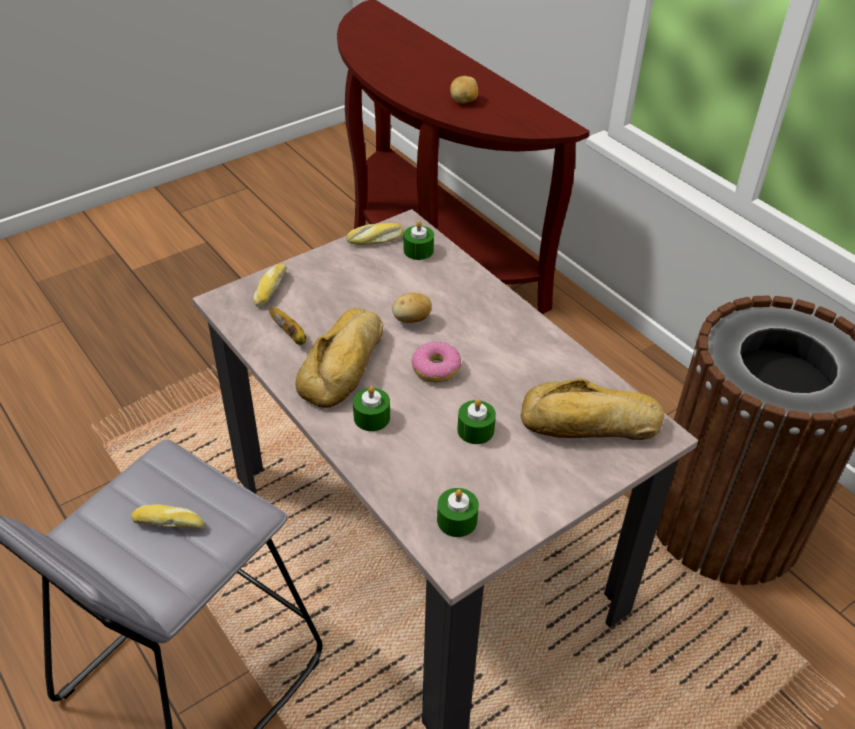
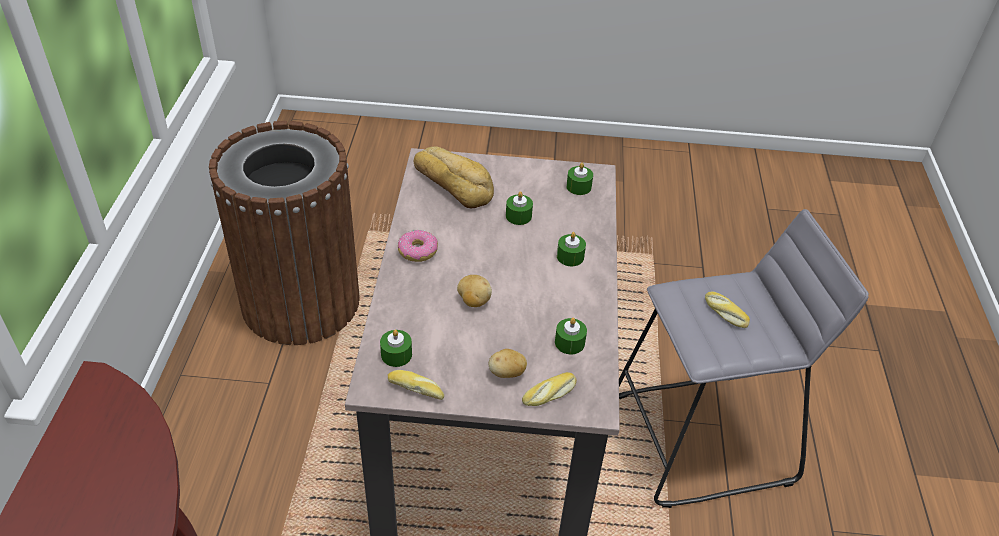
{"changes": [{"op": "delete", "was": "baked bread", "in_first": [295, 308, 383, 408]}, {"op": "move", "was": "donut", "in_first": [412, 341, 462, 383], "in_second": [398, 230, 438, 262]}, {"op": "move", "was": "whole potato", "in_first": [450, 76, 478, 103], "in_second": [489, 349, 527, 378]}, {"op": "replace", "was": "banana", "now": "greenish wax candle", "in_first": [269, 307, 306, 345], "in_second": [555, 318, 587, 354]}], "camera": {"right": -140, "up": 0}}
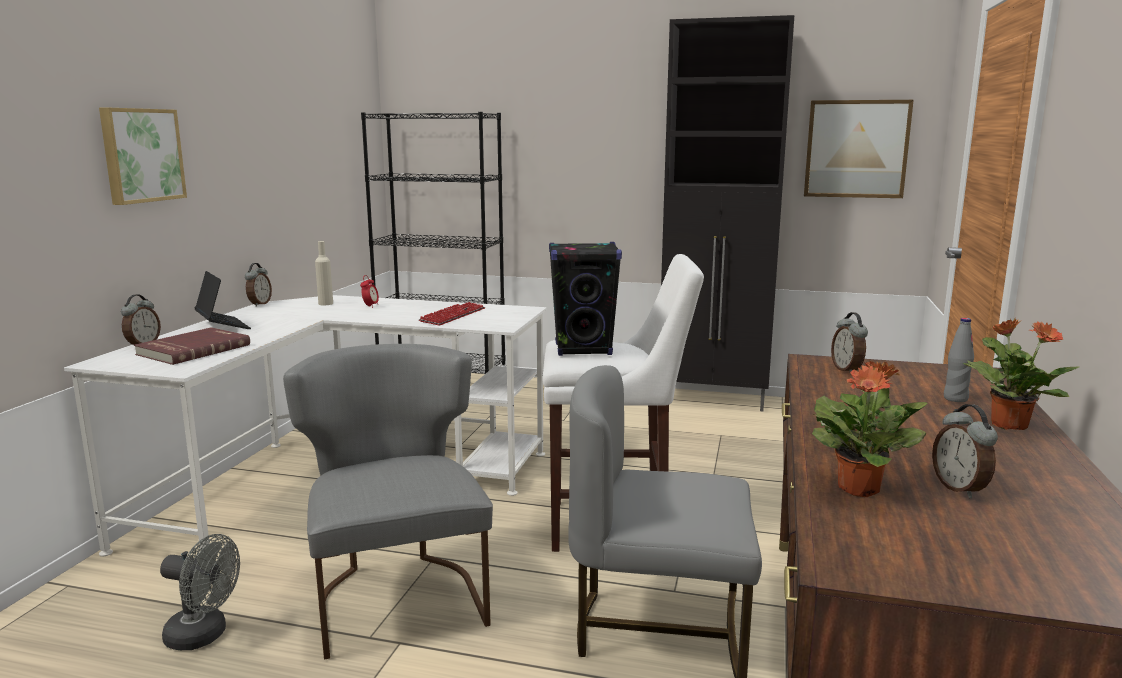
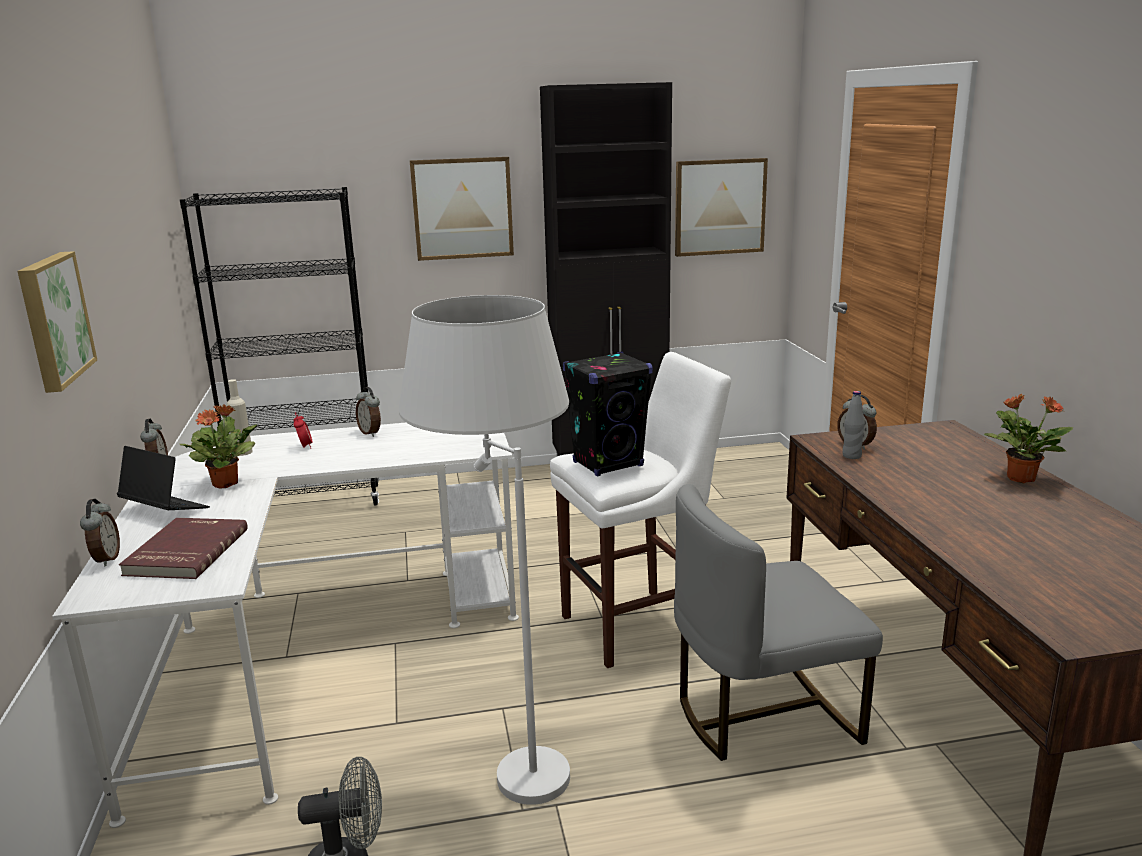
{"changes": [{"op": "delete", "was": "keyboard", "in_first": [419, 302, 485, 326]}, {"op": "insert", "now": "wall art", "in_second": [410, 157, 514, 261]}, {"op": "move", "was": "houseplant", "in_first": [812, 361, 928, 497], "in_second": [180, 404, 257, 489]}, {"op": "move", "was": "alarm clock", "in_first": [932, 404, 998, 498], "in_second": [356, 387, 381, 437]}, {"op": "move", "was": "greyish beverage bottle", "in_first": [944, 318, 974, 402], "in_second": [842, 391, 865, 459]}, {"op": "replace", "was": "greyish upright chair", "now": "white standing lamp", "in_first": [283, 344, 493, 659], "in_second": [399, 295, 570, 805]}], "camera": {"right": -25, "up": 5}}
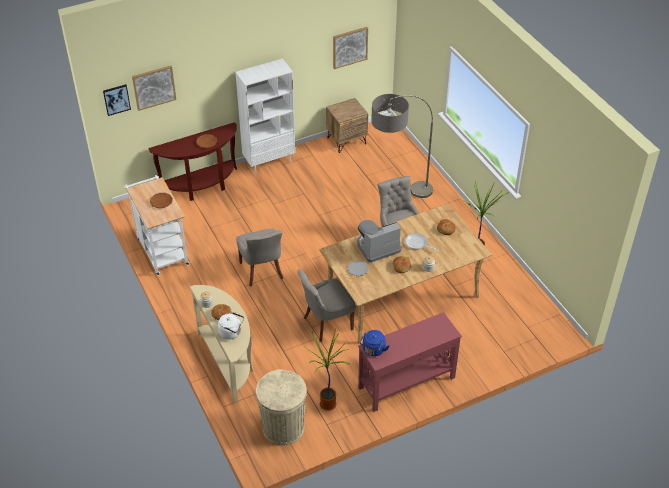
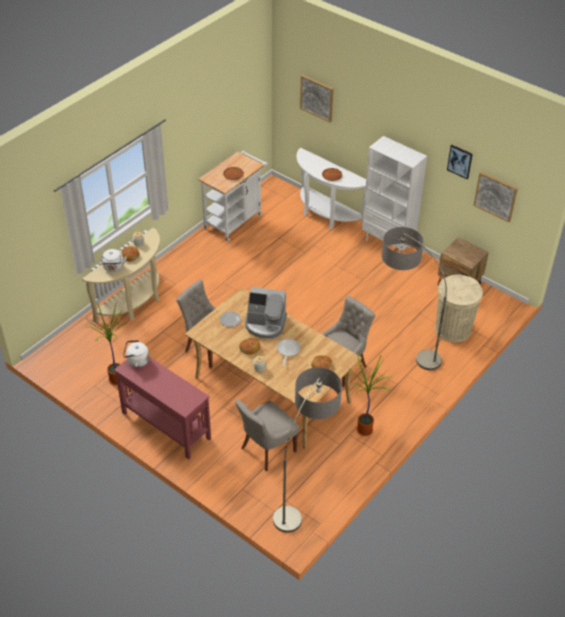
{"changes": [{"op": "insert", "now": "standing lamp", "in_second": [273, 367, 342, 533]}, {"op": "move", "was": "wall art", "in_first": [103, 84, 131, 116], "in_second": [447, 145, 473, 179]}, {"op": "move", "was": "greyish upright chair", "in_first": [236, 229, 283, 286], "in_second": [235, 400, 299, 471]}, {"op": "move", "was": "beige-coloured waste bin", "in_first": [256, 369, 307, 445], "in_second": [435, 274, 483, 342]}, {"op": "recolor", "was": "brown console table", "now": "white console table", "in_first": [148, 122, 237, 201], "in_second": [296, 148, 366, 229]}, {"op": "recolor", "was": "blue-coloured water kettle", "now": "white water kettle", "in_first": [360, 330, 389, 356], "in_second": [123, 340, 149, 367]}, {"op": "rotate", "was": "coffee brewer", "in_first": [357, 220, 402, 263], "in_second": [245, 287, 287, 339], "clockwise": 150}], "camera": {"right": 65, "up": 0}}
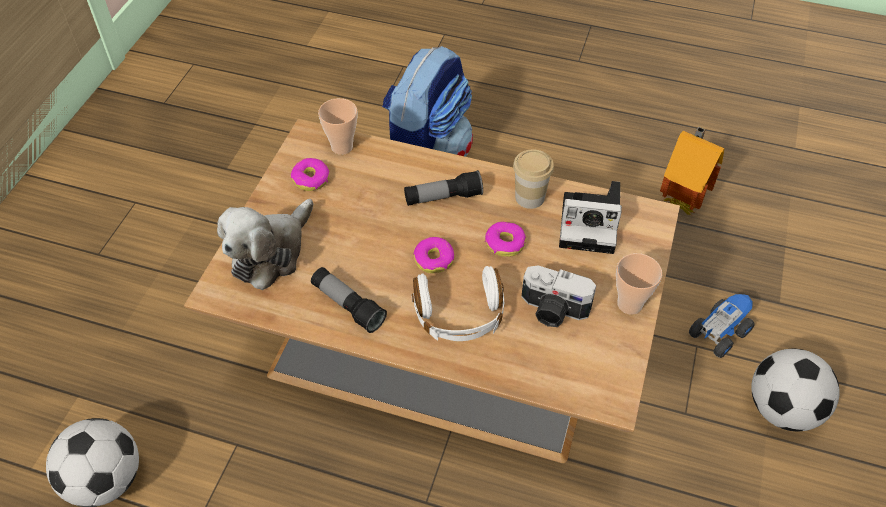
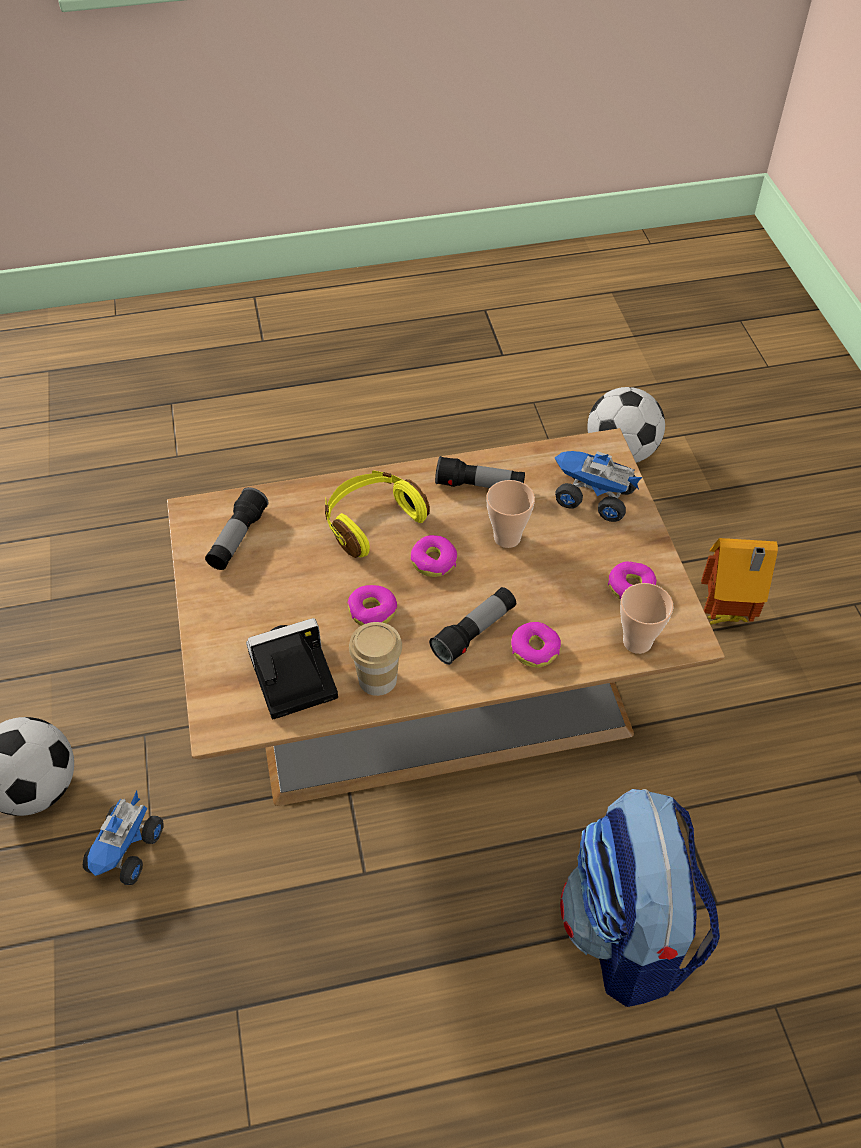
{"changes": [{"op": "delete", "was": "still camera", "in_first": [521, 265, 597, 327]}, {"op": "insert", "now": "hand torch", "in_second": [205, 487, 268, 570]}, {"op": "insert", "now": "donut", "in_second": [511, 622, 561, 668]}, {"op": "move", "was": "cup", "in_first": [616, 253, 662, 315], "in_second": [486, 480, 535, 548]}, {"op": "move", "was": "toy house", "in_first": [660, 127, 725, 216], "in_second": [701, 538, 778, 624]}, {"op": "replace", "was": "cuddly toy", "now": "toy truck", "in_first": [217, 199, 314, 290], "in_second": [555, 451, 642, 522]}, {"op": "recolor", "was": "white pair of headphones", "now": "yellowish pair of headphones", "in_first": [412, 266, 504, 341], "in_second": [325, 470, 430, 558]}], "camera": {"right": 150, "up": 0}}
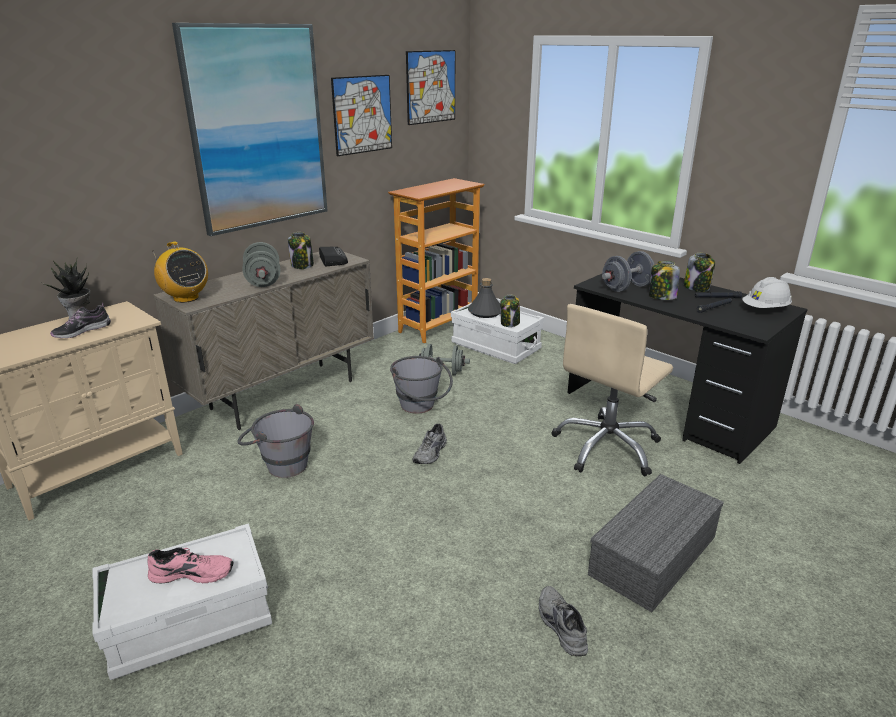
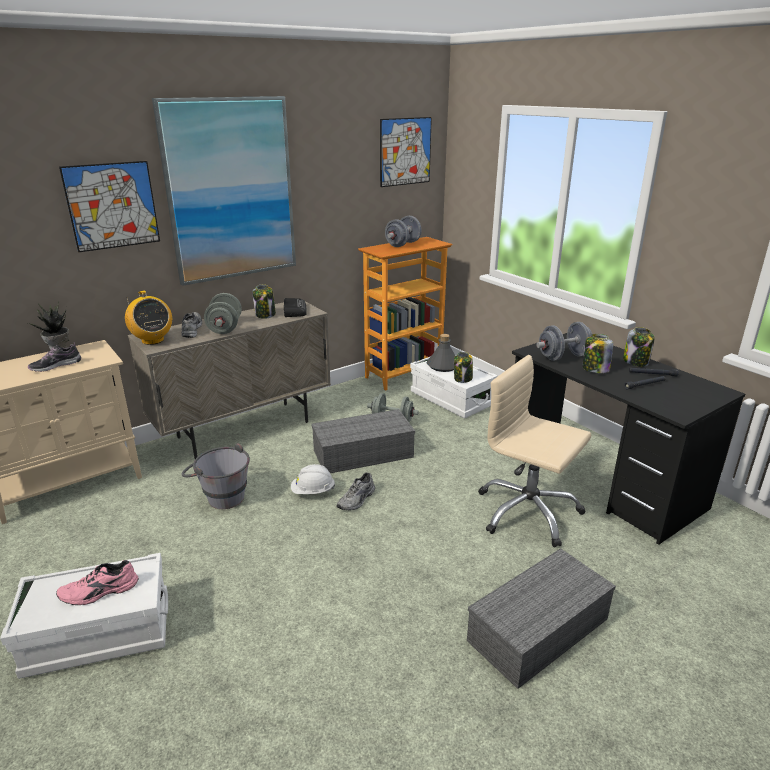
{"changes": [{"op": "insert", "now": "greyish dumbbell", "in_second": [385, 216, 422, 247]}, {"op": "move", "was": "wall art", "in_first": [331, 75, 392, 156], "in_second": [59, 161, 160, 252]}, {"op": "move", "was": "greyish low shoe", "in_first": [539, 586, 588, 657], "in_second": [181, 312, 202, 338]}, {"op": "move", "was": "white work helmet", "in_first": [742, 277, 792, 308], "in_second": [291, 464, 335, 494]}, {"op": "replace", "was": "greyish water bucket", "now": "greyish storage bin", "in_first": [390, 356, 453, 414], "in_second": [311, 409, 415, 473]}, {"op": "rotate", "was": "pink low shoe", "in_first": [148, 548, 233, 584], "in_second": [56, 560, 139, 605], "clockwise": 150}, {"op": "rotate", "was": "beige-coloured office chair", "in_first": [551, 304, 673, 476], "in_second": [478, 355, 591, 547], "clockwise": 75}], "camera": {"right": 10, "up": 0}}
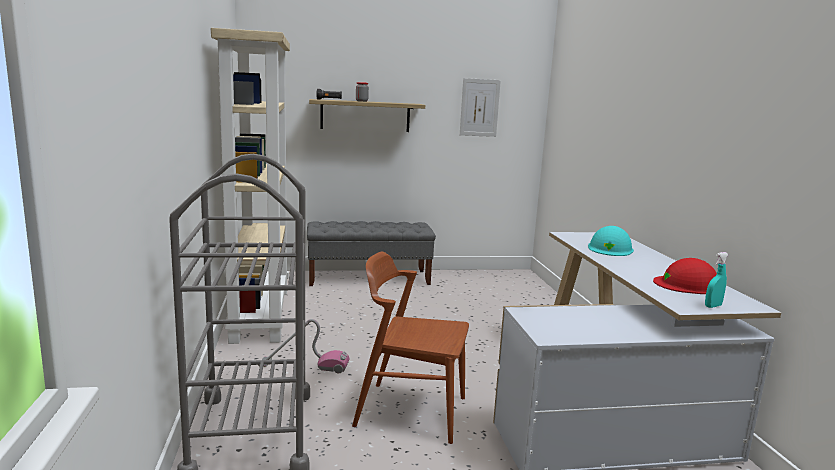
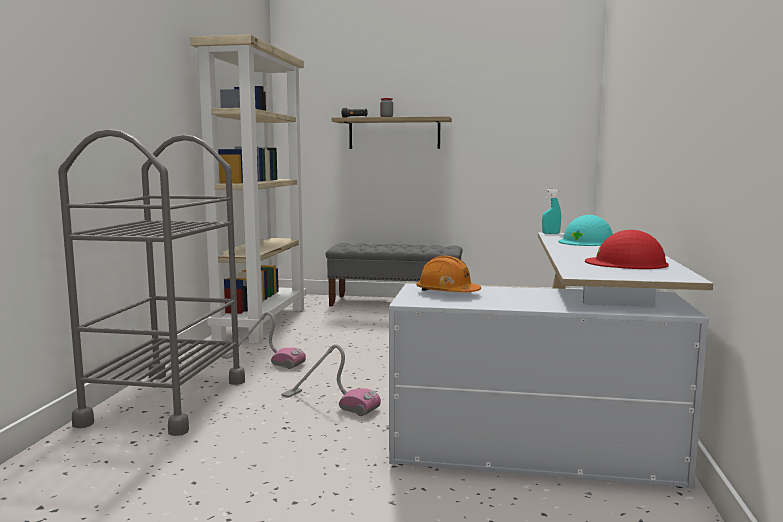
{"changes": [{"op": "delete", "was": "wall art", "in_first": [460, 78, 501, 137]}, {"op": "insert", "now": "orangey work helmet", "in_second": [416, 256, 481, 292]}, {"op": "move", "was": "turquoise hand sprayer", "in_first": [705, 252, 728, 308], "in_second": [542, 189, 561, 234]}, {"op": "replace", "was": "brown upright chair", "now": "hoover", "in_first": [352, 251, 469, 444], "in_second": [281, 344, 381, 416]}], "camera": {"right": 20, "up": -5}}
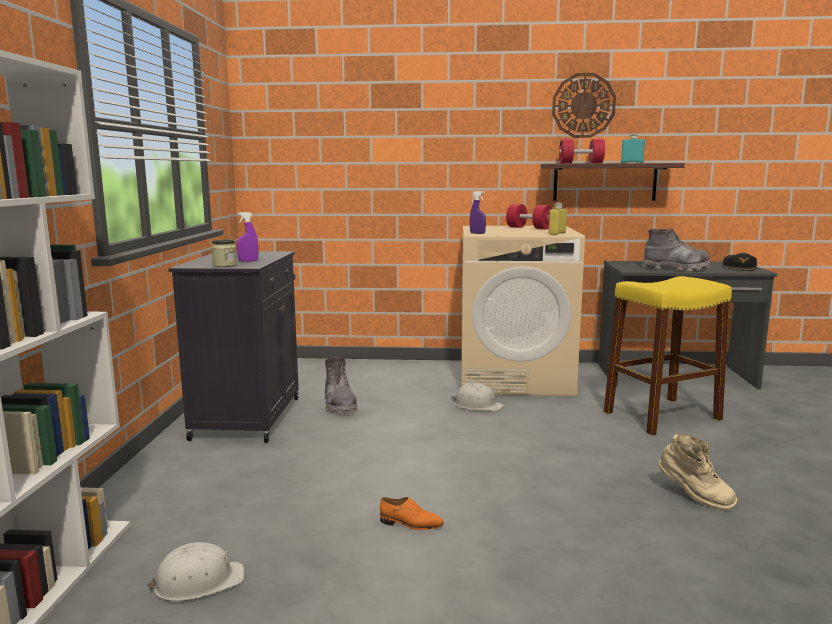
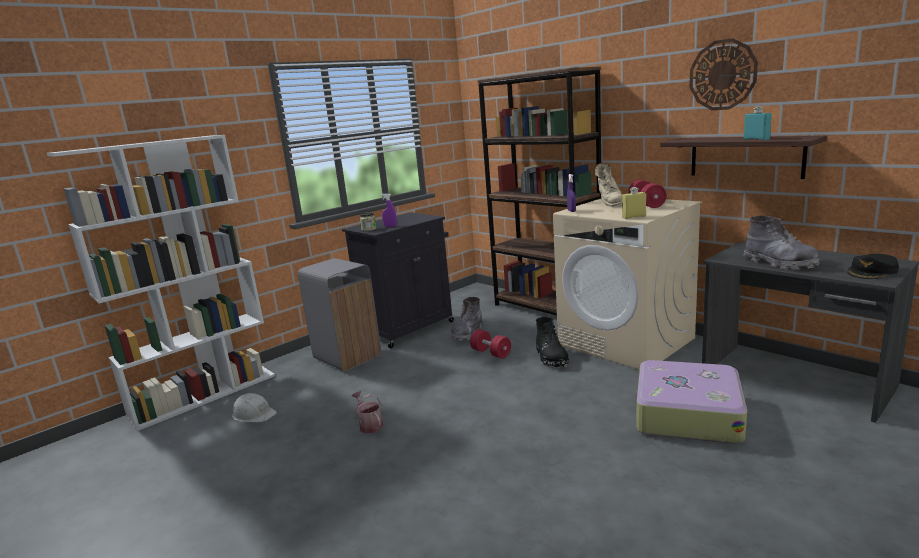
{"changes": [{"op": "insert", "now": "greyish waste bin", "in_second": [298, 258, 381, 371]}, {"op": "insert", "now": "brown bookcase", "in_second": [478, 66, 601, 316]}, {"op": "move", "was": "red-coloured dumbbell", "in_first": [559, 139, 605, 163], "in_second": [470, 329, 511, 359]}, {"op": "move", "was": "beige-coloured high-top boot", "in_first": [658, 434, 737, 511], "in_second": [594, 163, 622, 207]}, {"op": "replace", "was": "orangey low shoe", "now": "sprinkling can", "in_first": [380, 497, 444, 530], "in_second": [351, 391, 383, 433]}, {"op": "replace", "was": "white work helmet", "now": "blackish high-top boot", "in_first": [451, 383, 504, 411], "in_second": [536, 317, 569, 368]}, {"op": "replace", "was": "yellowish sitting stool", "now": "piece of luggage", "in_first": [604, 276, 732, 436], "in_second": [637, 360, 747, 444]}], "camera": {"right": 45, "up": 5}}
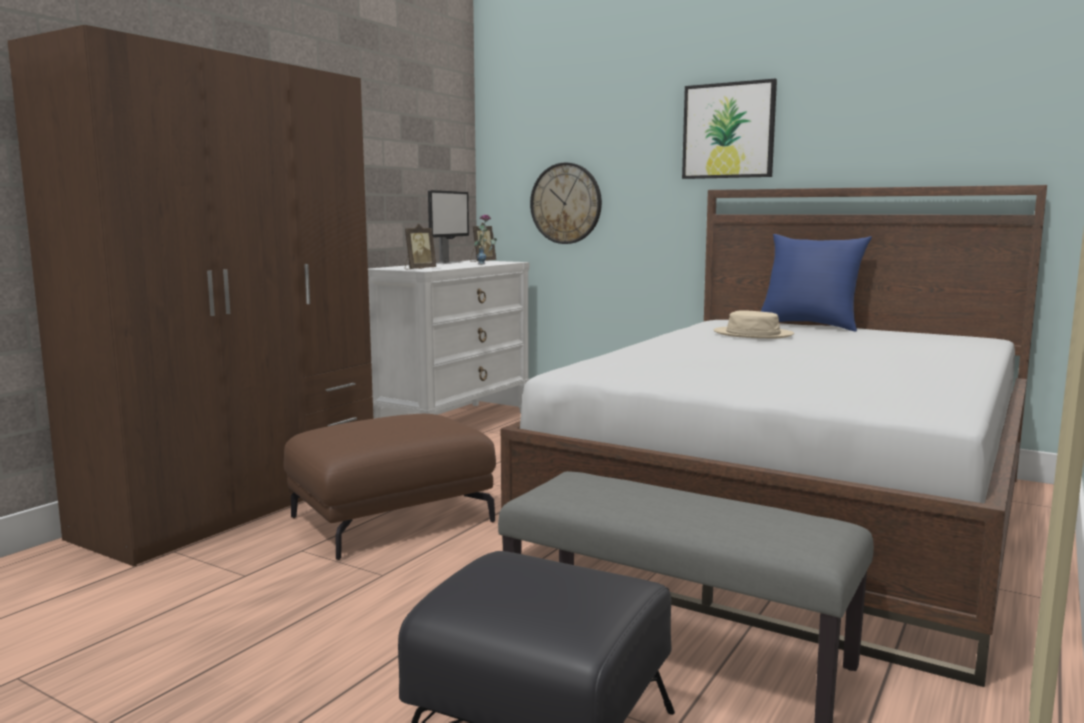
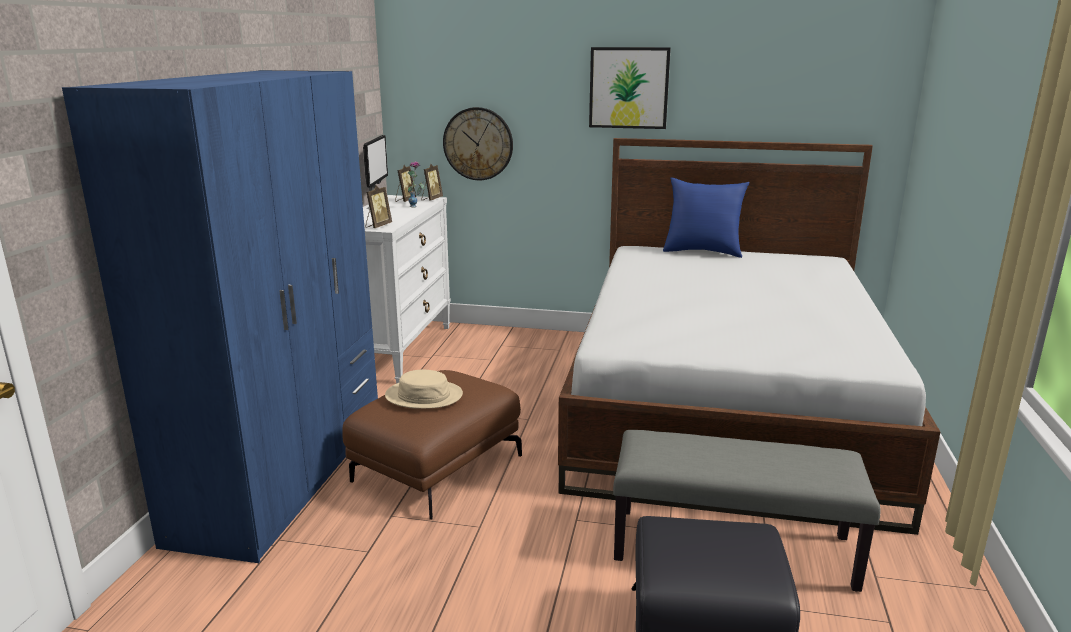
{"changes": [{"op": "insert", "now": "picture frame", "in_second": [422, 164, 443, 201]}, {"op": "move", "was": "beige-coloured wearable hat", "in_first": [714, 310, 794, 338], "in_second": [385, 370, 463, 409]}, {"op": "recolor", "was": "brown wardrobe", "now": "blue-coloured wardrobe", "in_first": [8, 25, 373, 566], "in_second": [62, 70, 378, 563]}], "camera": {"right": -20, "up": 10}}
